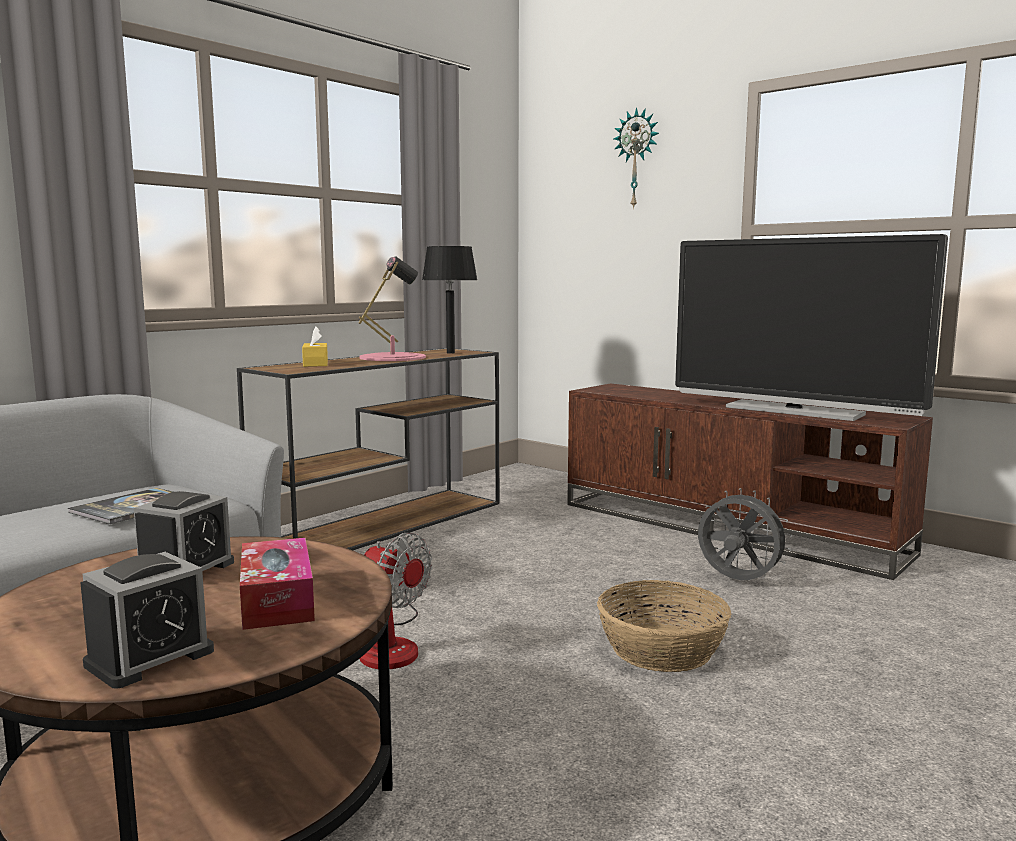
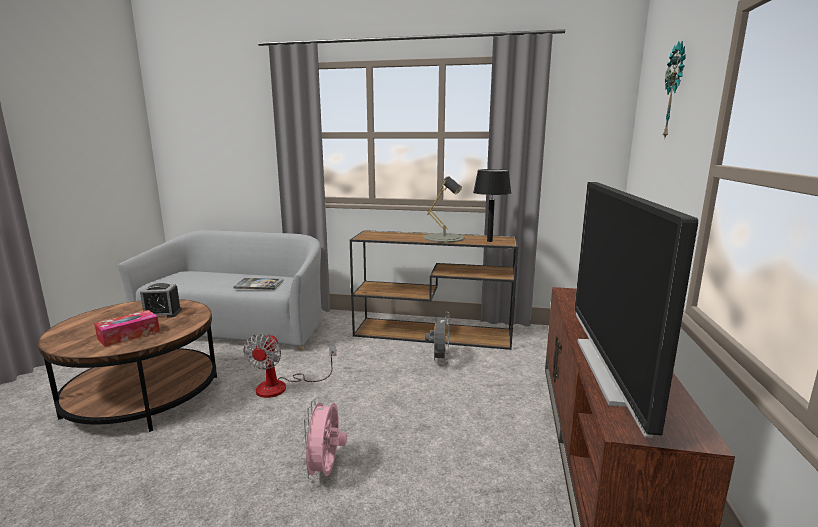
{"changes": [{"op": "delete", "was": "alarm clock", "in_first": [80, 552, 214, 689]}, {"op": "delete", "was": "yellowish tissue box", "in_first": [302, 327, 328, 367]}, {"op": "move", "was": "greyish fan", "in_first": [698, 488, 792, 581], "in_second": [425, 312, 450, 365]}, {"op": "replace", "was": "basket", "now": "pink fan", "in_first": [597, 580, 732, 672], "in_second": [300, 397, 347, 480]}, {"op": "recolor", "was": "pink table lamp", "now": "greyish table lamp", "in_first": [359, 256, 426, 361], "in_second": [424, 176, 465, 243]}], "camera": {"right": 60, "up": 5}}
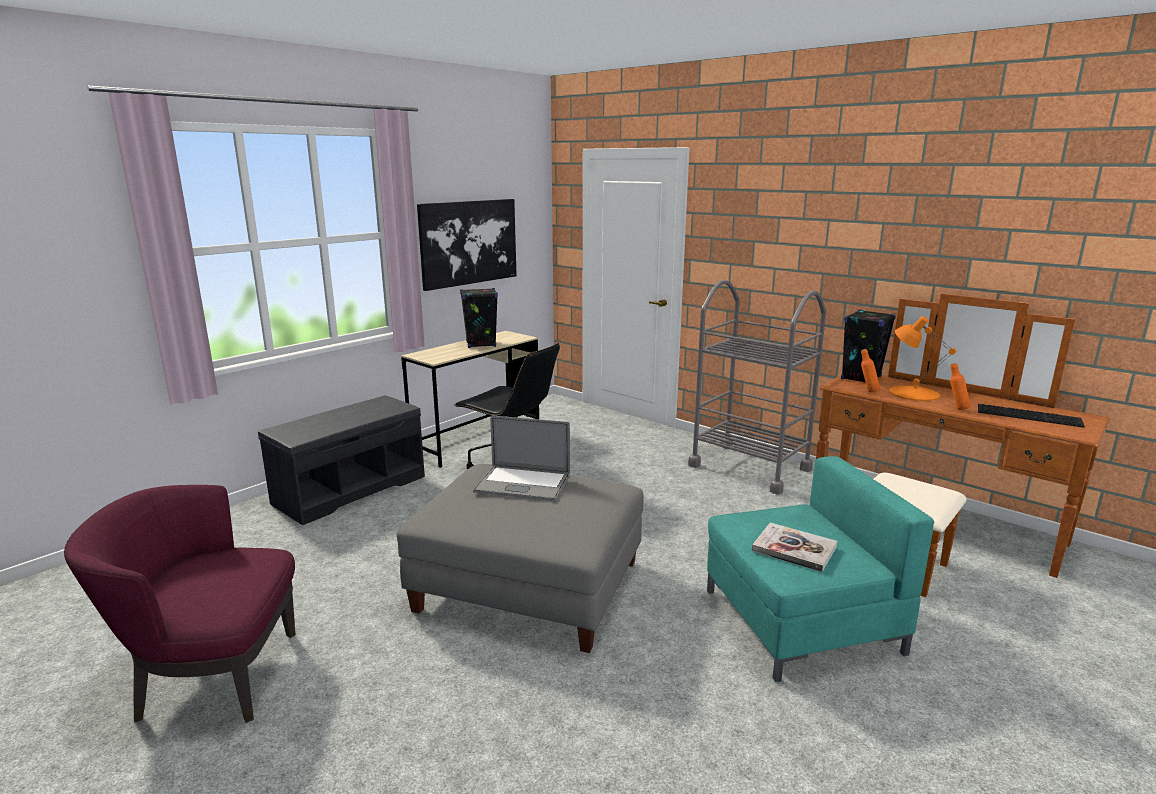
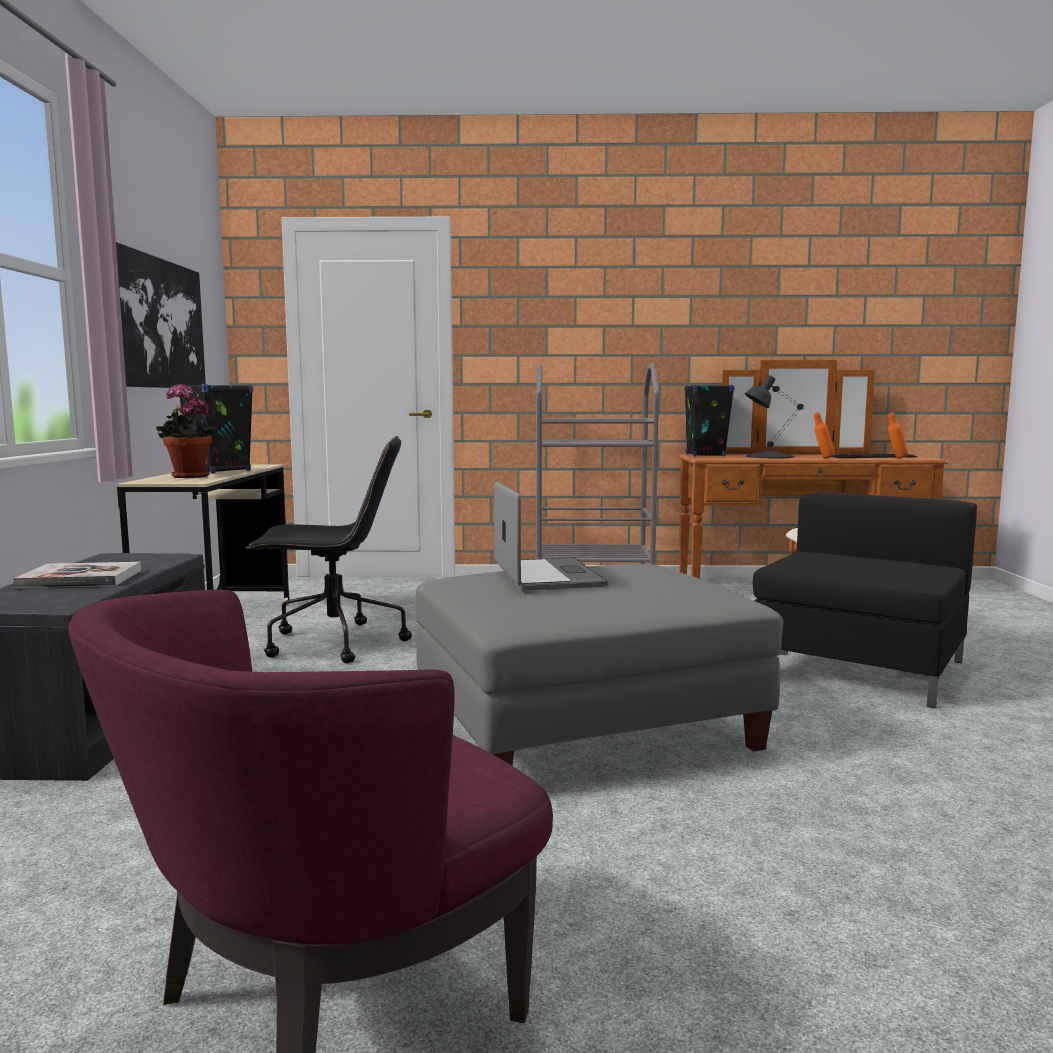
{"changes": [{"op": "insert", "now": "houseplant", "in_second": [156, 383, 219, 478]}, {"op": "move", "was": "bound book", "in_first": [752, 523, 837, 572], "in_second": [14, 562, 141, 588]}, {"op": "move", "was": "orangey beverage bottle", "in_first": [861, 349, 880, 392], "in_second": [888, 412, 908, 458]}, {"op": "recolor", "was": "turquoise armchair", "now": "blackish armchair", "in_first": [707, 456, 934, 682], "in_second": [753, 492, 977, 708]}, {"op": "recolor", "was": "orangey table lamp", "now": "blackish table lamp", "in_first": [890, 316, 956, 401], "in_second": [745, 375, 804, 458]}, {"op": "rotate", "was": "laptop", "in_first": [473, 415, 570, 501], "in_second": [494, 482, 608, 591], "clockwise": -75}], "camera": {"right": -40, "up": -10}}
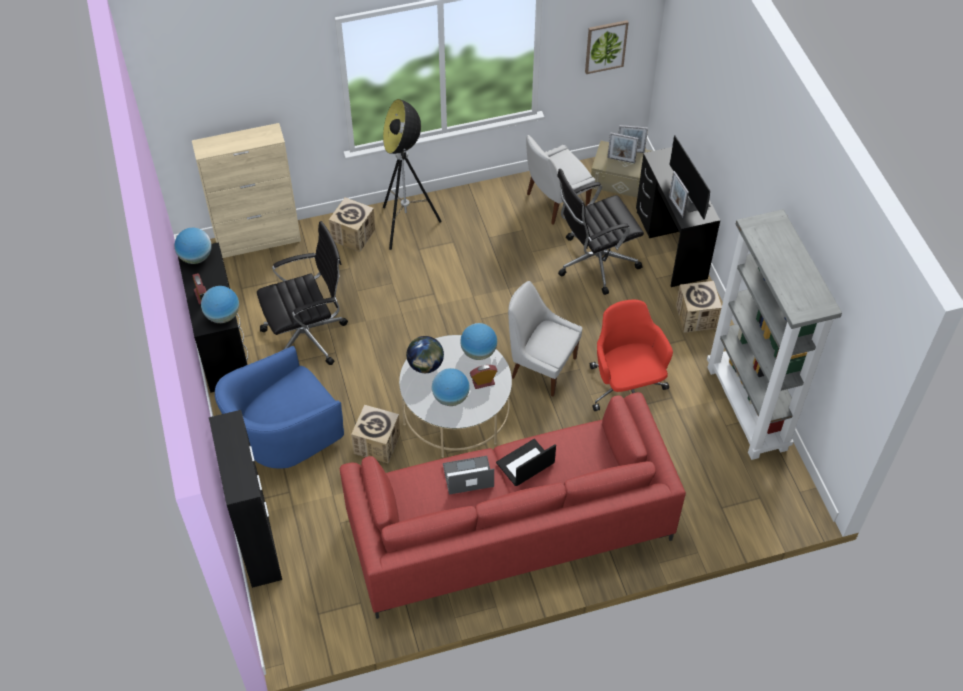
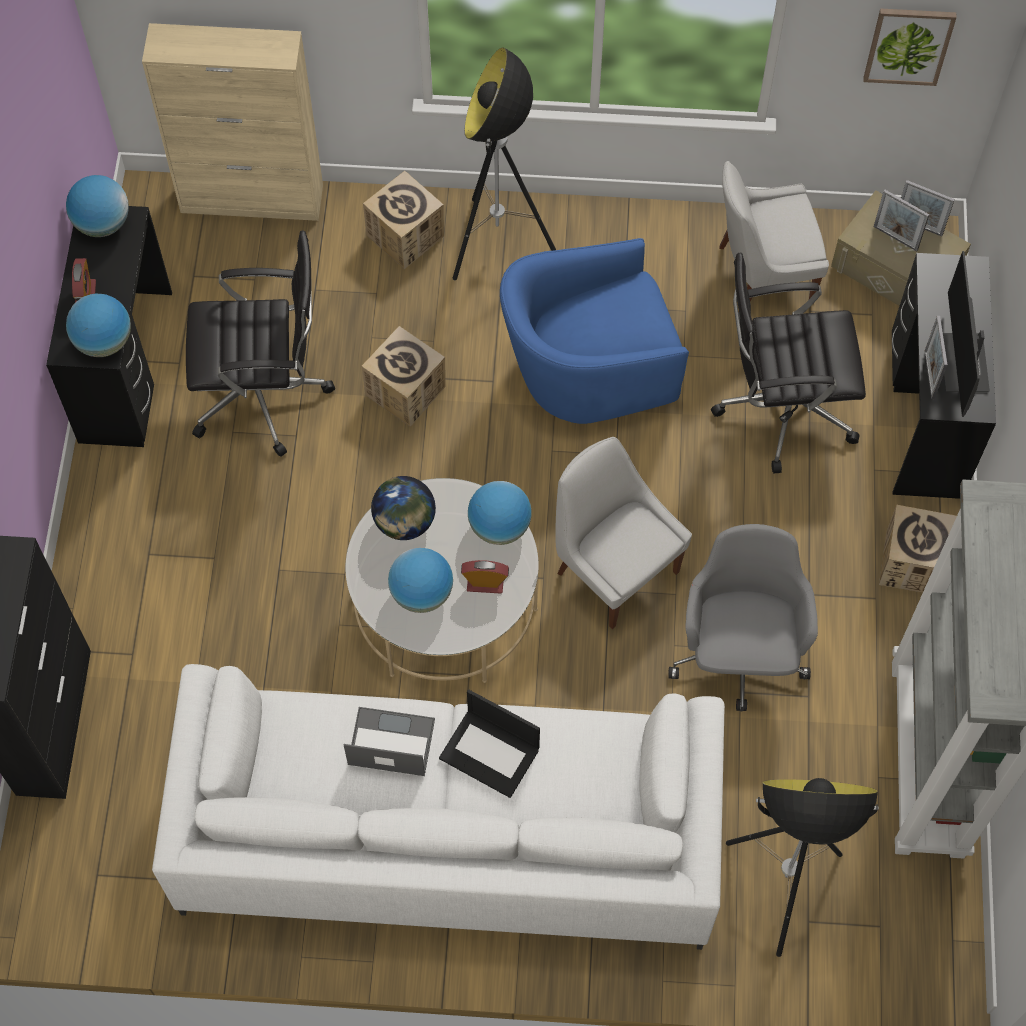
{"changes": [{"op": "insert", "now": "standing lamp", "in_second": [726, 778, 878, 957]}, {"op": "move", "was": "blue-coloured armchair", "in_first": [215, 346, 344, 468], "in_second": [500, 238, 689, 424]}, {"op": "move", "was": "packing box", "in_first": [351, 405, 400, 463], "in_second": [361, 326, 446, 427]}, {"op": "recolor", "was": "red-coloured couch", "now": "white couch", "in_first": [340, 392, 686, 619], "in_second": [152, 664, 725, 950]}, {"op": "recolor", "was": "red-coloured office chair", "now": "greyish office chair", "in_first": [590, 300, 673, 411], "in_second": [668, 524, 818, 712]}, {"op": "rotate", "was": "laptop", "in_first": [496, 439, 556, 486], "in_second": [439, 690, 540, 798], "clockwise": -135}], "camera": {"right": 20, "up": 10}}
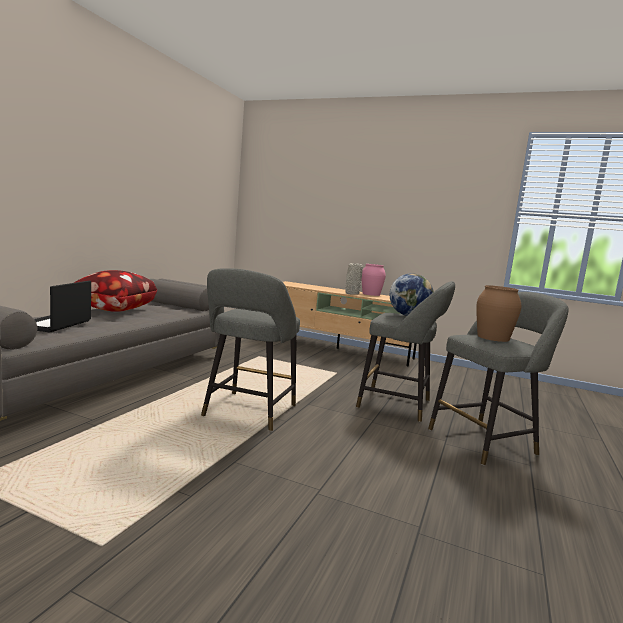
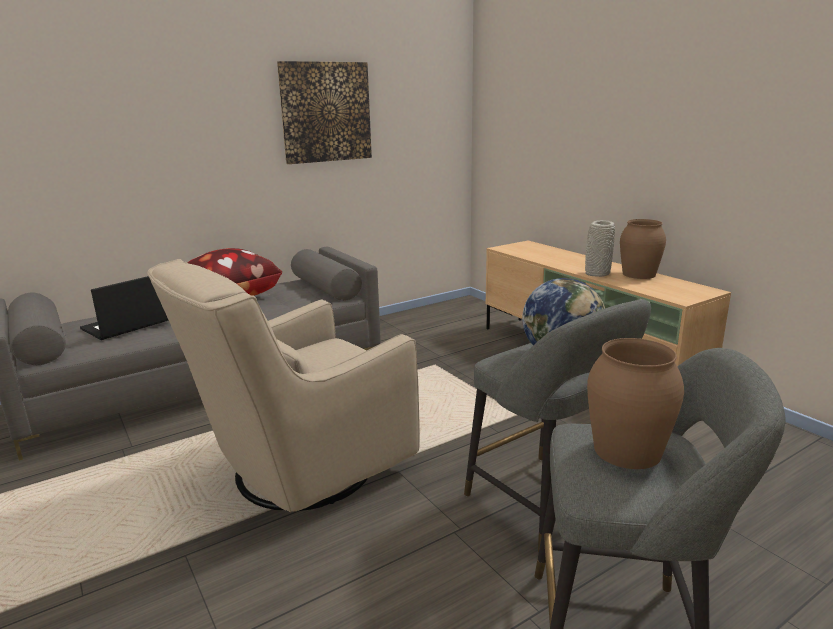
{"changes": [{"op": "insert", "now": "wall art", "in_second": [277, 61, 372, 164]}, {"op": "replace", "was": "greyish sitting stool", "now": "beige-coloured armchair", "in_first": [201, 268, 300, 431], "in_second": [147, 259, 420, 512]}, {"op": "recolor", "was": "pink vase", "now": "brown vase", "in_first": [362, 264, 386, 296], "in_second": [620, 219, 666, 279]}], "camera": {"right": 35, "up": 10}}
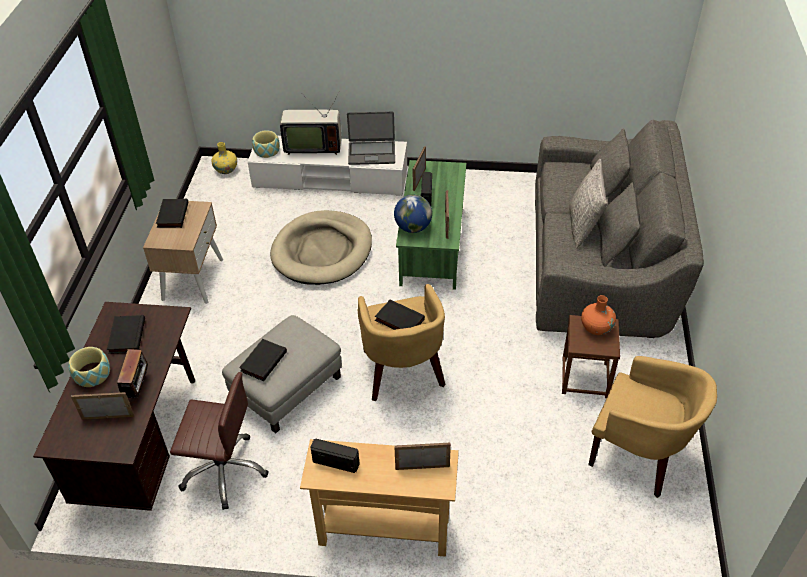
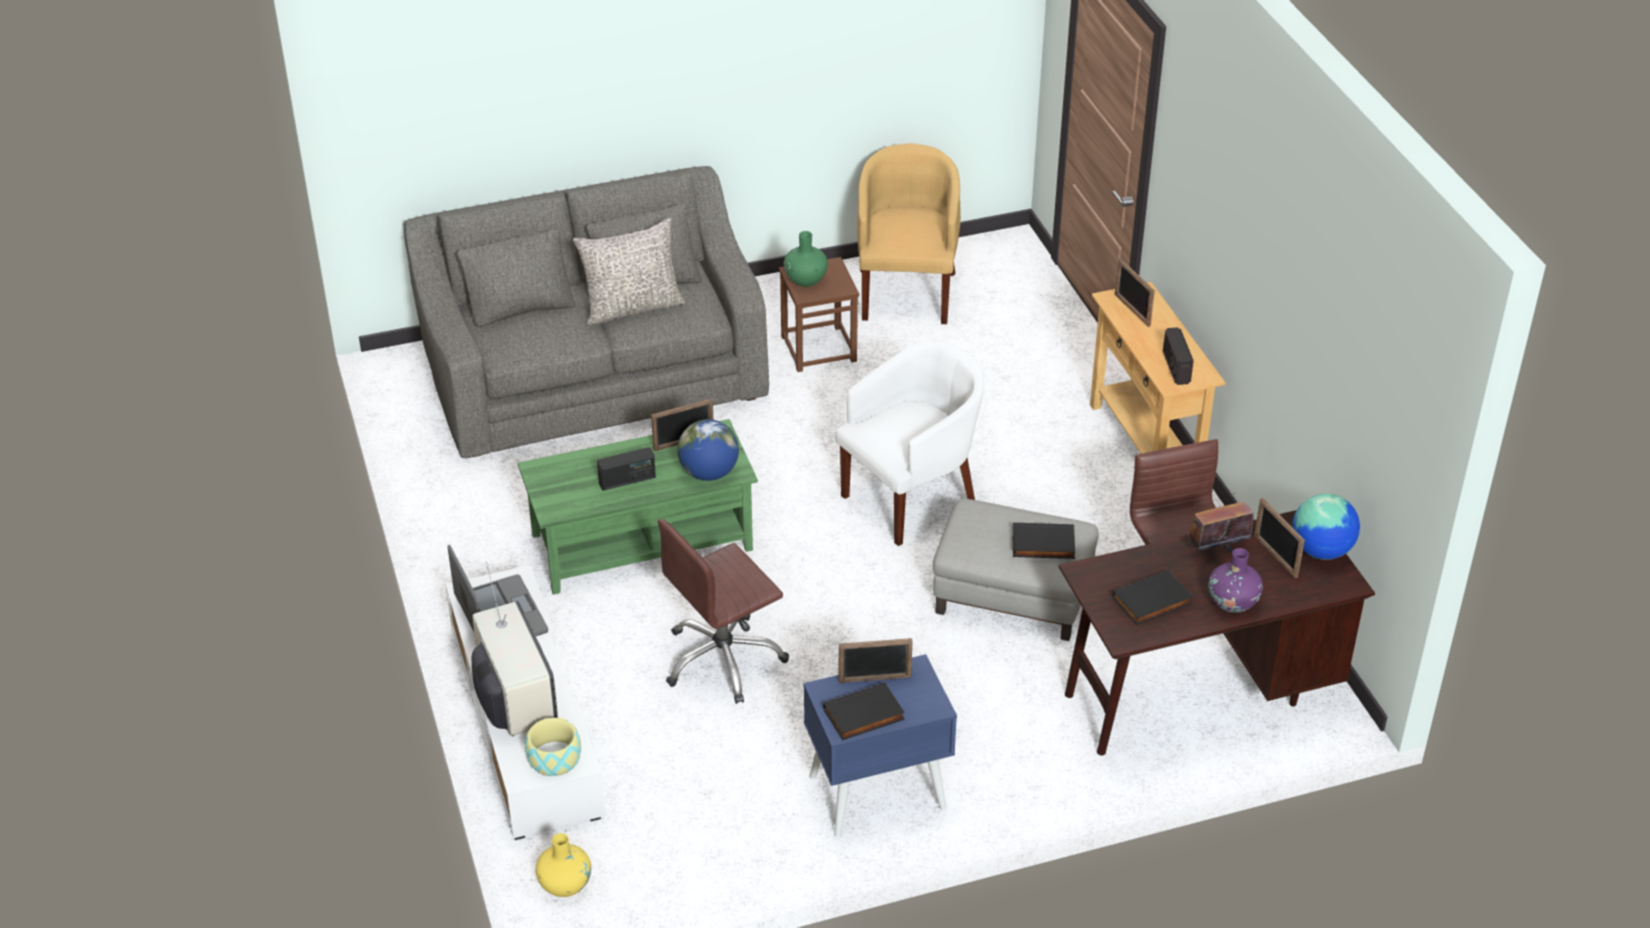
{"changes": [{"op": "delete", "was": "blackish bound book", "in_first": [375, 300, 425, 330]}, {"op": "insert", "now": "world globe", "in_second": [1292, 494, 1360, 560]}, {"op": "move", "was": "picture frame", "in_first": [413, 146, 426, 191], "in_second": [839, 638, 913, 683]}, {"op": "replace", "was": "deep dish", "now": "purple vase", "in_first": [68, 347, 110, 387], "in_second": [1208, 548, 1263, 613]}, {"op": "replace", "was": "beige-coloured dog bed", "now": "brown office chair", "in_first": [270, 210, 372, 285], "in_second": [658, 519, 789, 704]}, {"op": "recolor", "was": "beige-coloured night table", "now": "blue-coloured night table", "in_first": [143, 201, 223, 304], "in_second": [804, 654, 957, 837]}, {"op": "recolor", "was": "yellowish armchair", "now": "white armchair", "in_first": [358, 284, 445, 401], "in_second": [835, 342, 984, 546]}, {"op": "recolor", "was": "orangey vase", "now": "greenish vase", "in_first": [581, 295, 616, 335], "in_second": [784, 231, 828, 287]}], "camera": {"right": -115, "up": -5}}
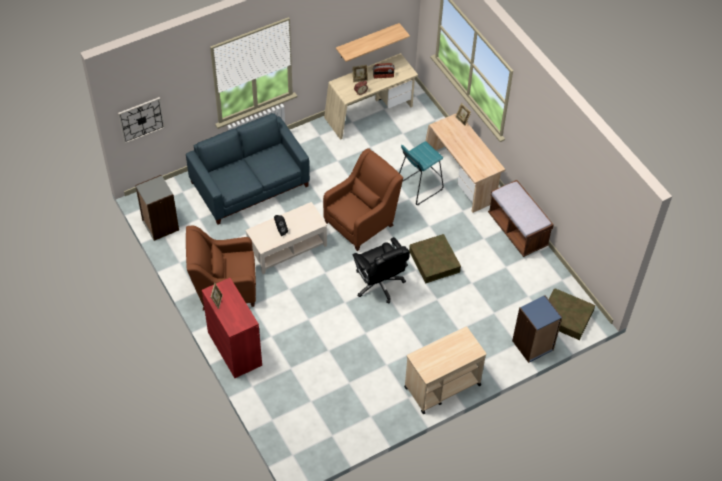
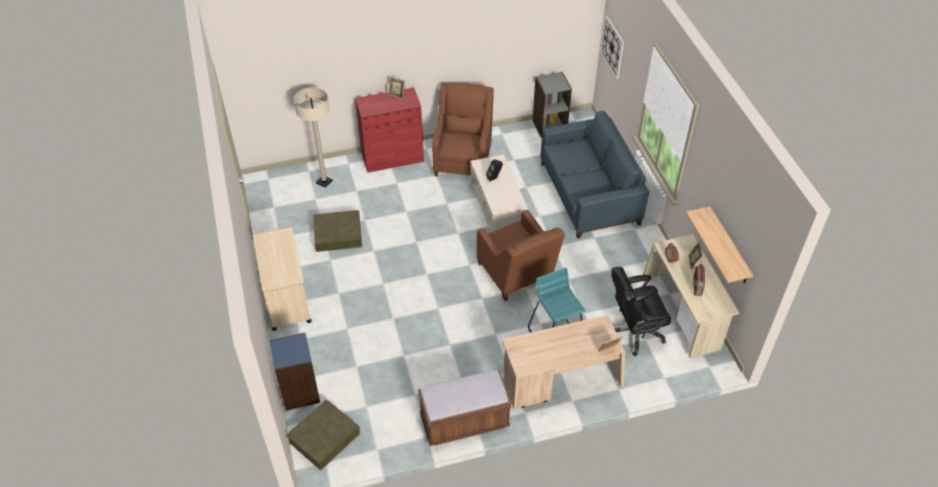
{"changes": [{"op": "insert", "now": "beige-coloured standing lamp", "in_second": [294, 87, 333, 188]}, {"op": "move", "was": "blackish office chair", "in_first": [353, 237, 410, 304], "in_second": [611, 267, 671, 356]}, {"op": "move", "was": "brown storage bin", "in_first": [409, 234, 461, 283], "in_second": [313, 210, 362, 252]}], "camera": {"right": 105, "up": -5}}
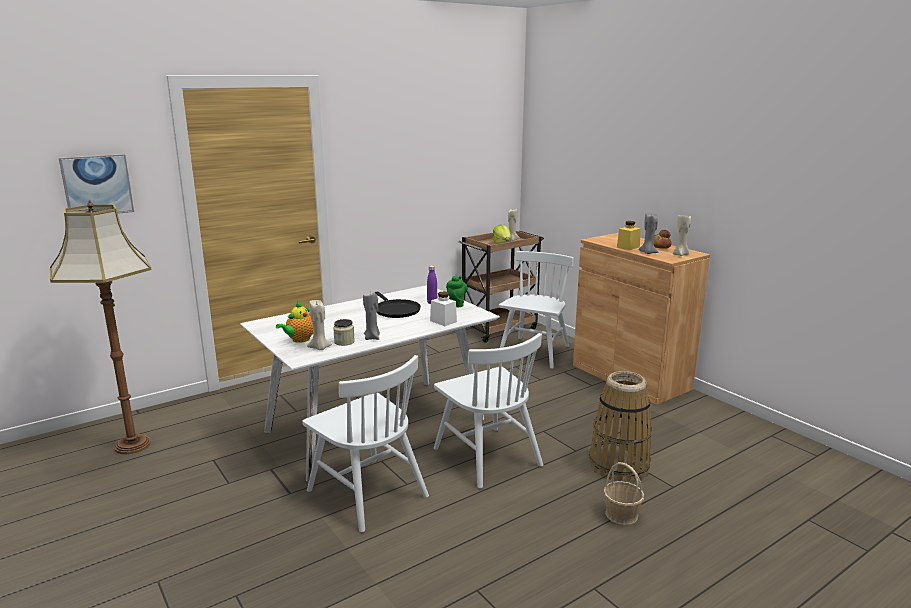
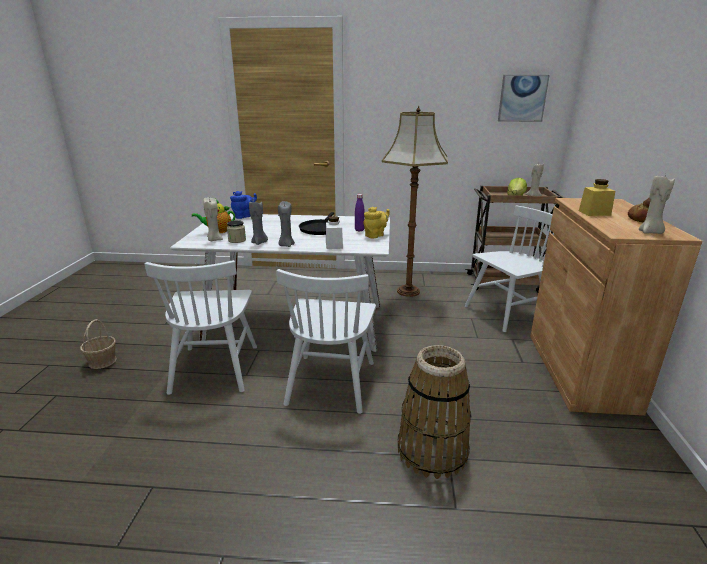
{"changes": [{"op": "insert", "now": "blue-coloured teapot", "in_second": [230, 191, 257, 219]}, {"op": "move", "was": "standing lamp", "in_first": [50, 200, 151, 454], "in_second": [382, 106, 448, 297]}, {"op": "move", "was": "wall art", "in_first": [59, 154, 134, 214], "in_second": [498, 75, 550, 122]}, {"op": "move", "was": "basket", "in_first": [603, 462, 644, 525], "in_second": [80, 319, 117, 369]}, {"op": "move", "was": "greyish wax candle", "in_first": [639, 212, 658, 254], "in_second": [278, 201, 295, 247]}, {"op": "recolor", "was": "greenish teapot", "now": "yellowish teapot", "in_first": [446, 275, 468, 307], "in_second": [364, 207, 389, 239]}], "camera": {"right": 40, "up": 5}}
